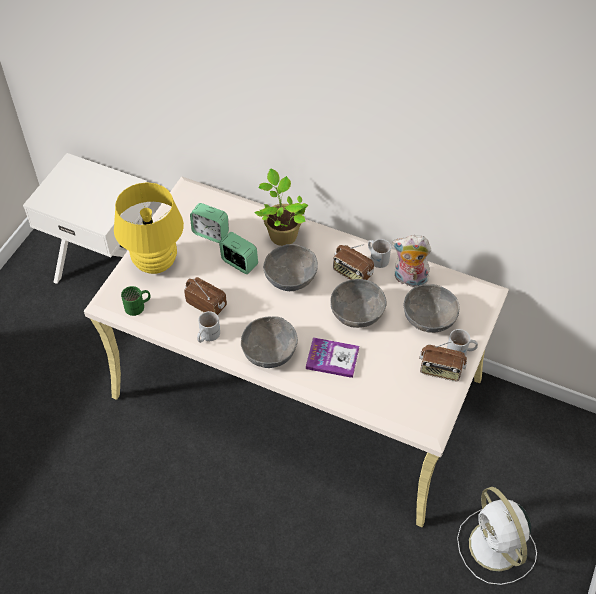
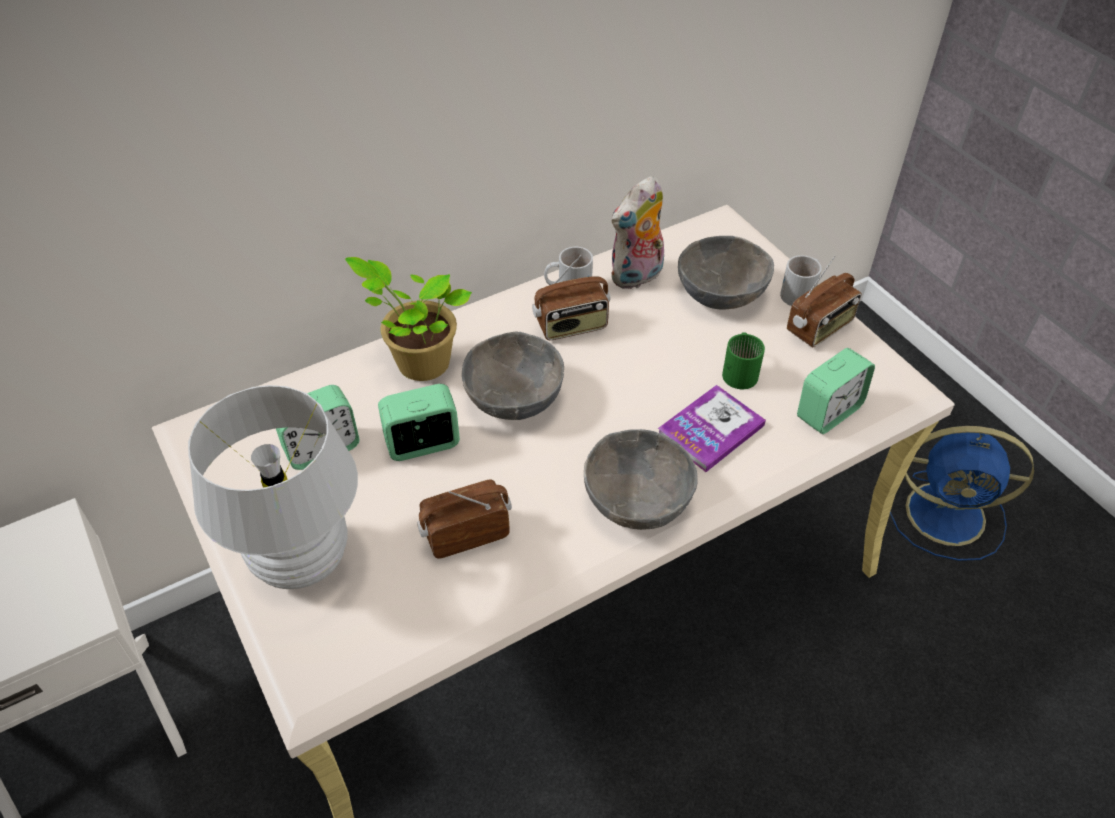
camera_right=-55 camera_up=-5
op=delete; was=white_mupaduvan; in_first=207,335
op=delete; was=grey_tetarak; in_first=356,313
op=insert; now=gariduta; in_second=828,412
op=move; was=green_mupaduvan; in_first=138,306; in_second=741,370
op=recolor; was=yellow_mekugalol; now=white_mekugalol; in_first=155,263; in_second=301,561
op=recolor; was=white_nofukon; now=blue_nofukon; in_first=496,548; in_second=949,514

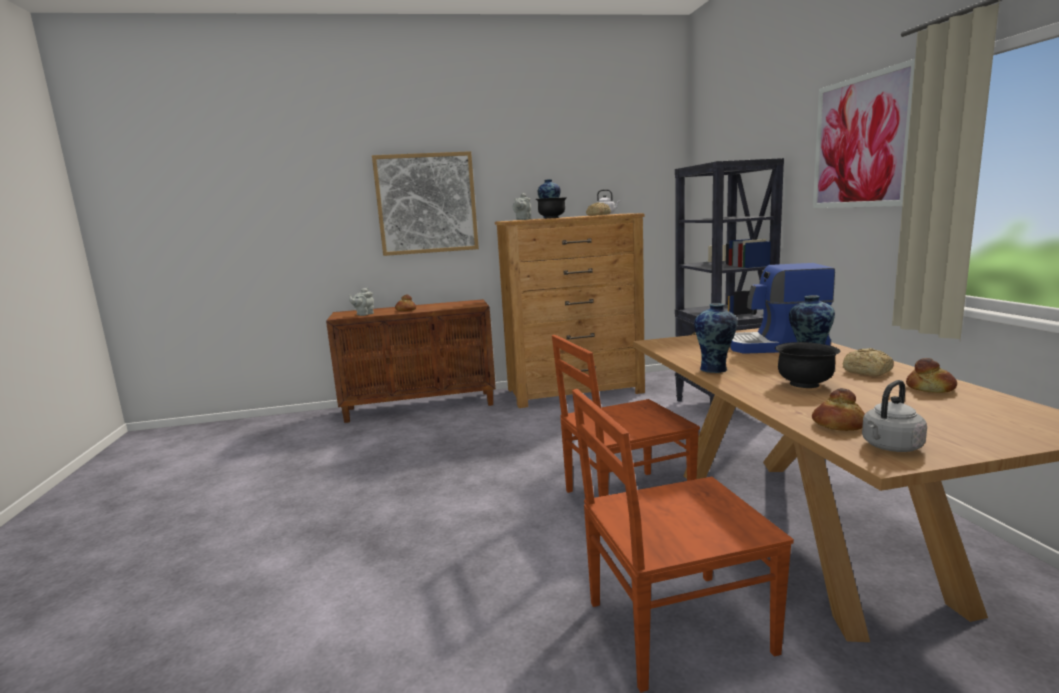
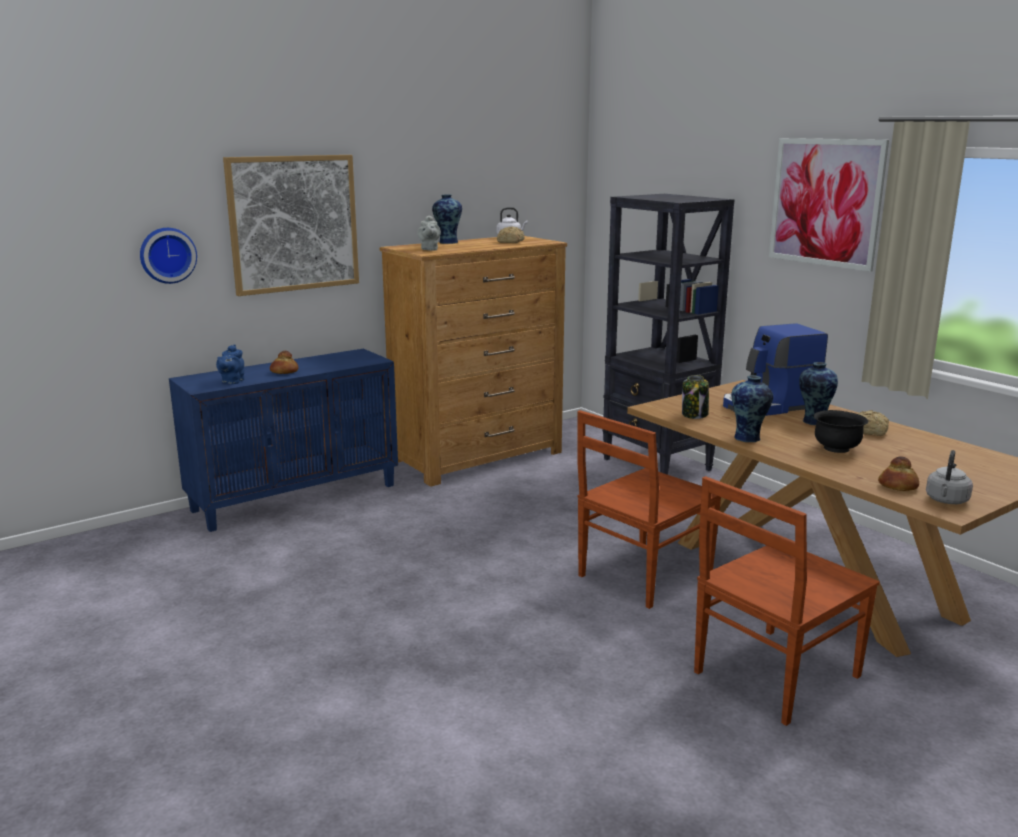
camera_right=-25 camera_up=5
op=delete; was=black_tetarak; in_first=552,218
op=delete; was=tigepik; in_first=930,389
op=insert; now=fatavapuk; in_second=167,255
op=insert; now=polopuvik; in_second=695,415
op=recolor; was=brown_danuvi; now=blue_danuvi; in_first=421,406; in_second=296,497
op=recolor; was=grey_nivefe; now=blue_nivefe; in_first=364,314; in_second=232,381

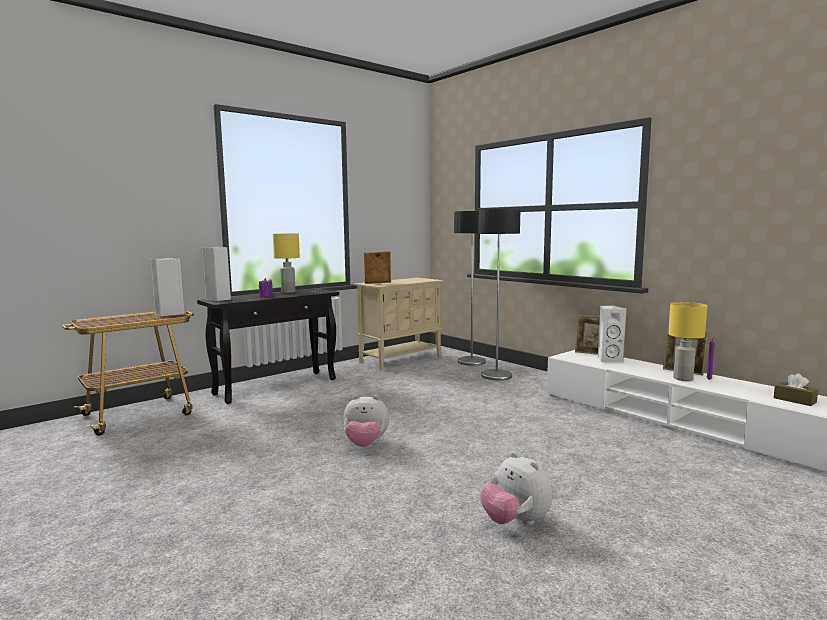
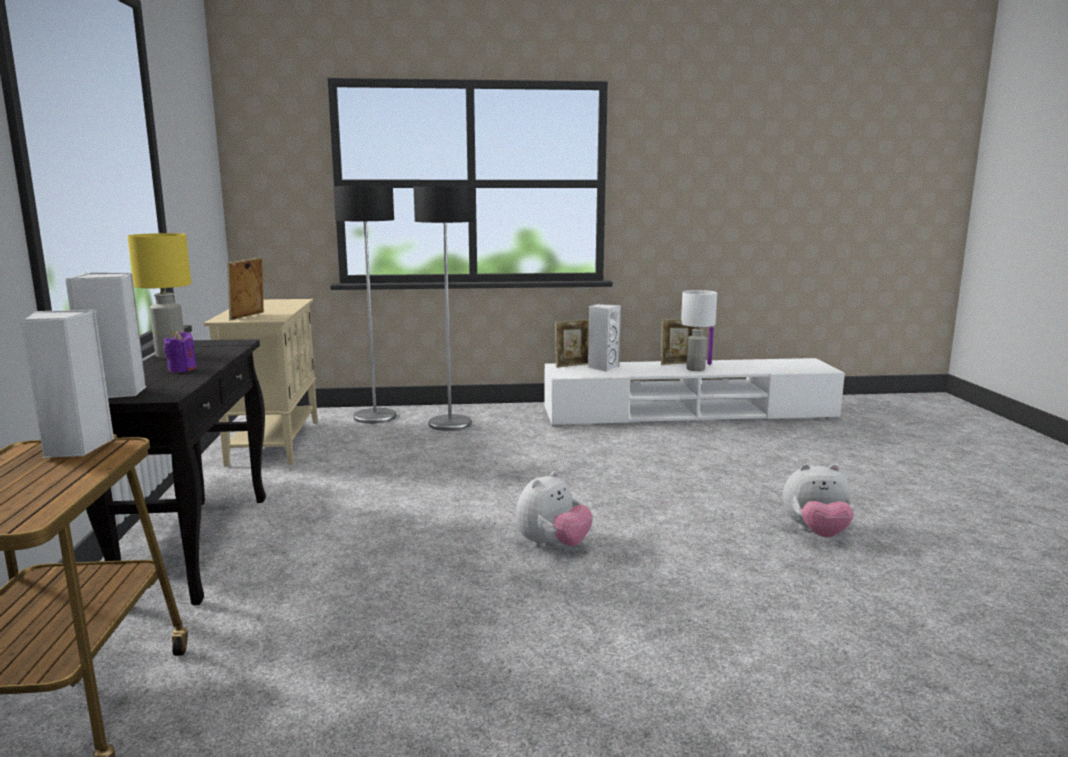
camera_right=-55 camera_up=5
op=delete; was=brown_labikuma; in_first=794,400
op=recolor; was=yellow_mekugalol; now=white_mekugalol; in_first=683,379; in_second=696,369

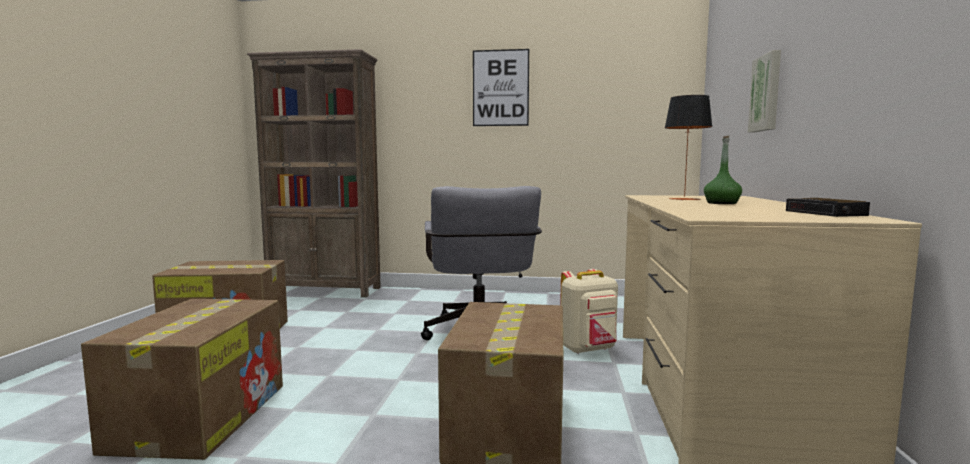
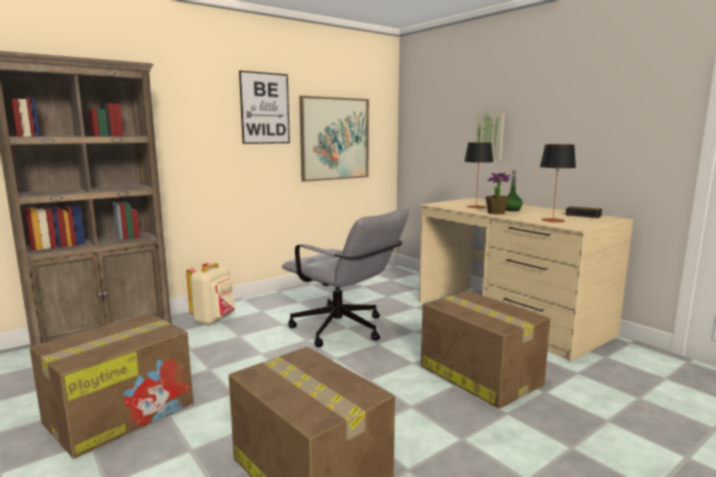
camera_right=-45 camera_up=5
op=insert; now=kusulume; in_second=335,139
op=insert; now=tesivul; in_second=496,213
op=insert; now=mekugalol; in_second=552,220
op=move; was=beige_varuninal; in_first=588,349; in_second=214,320

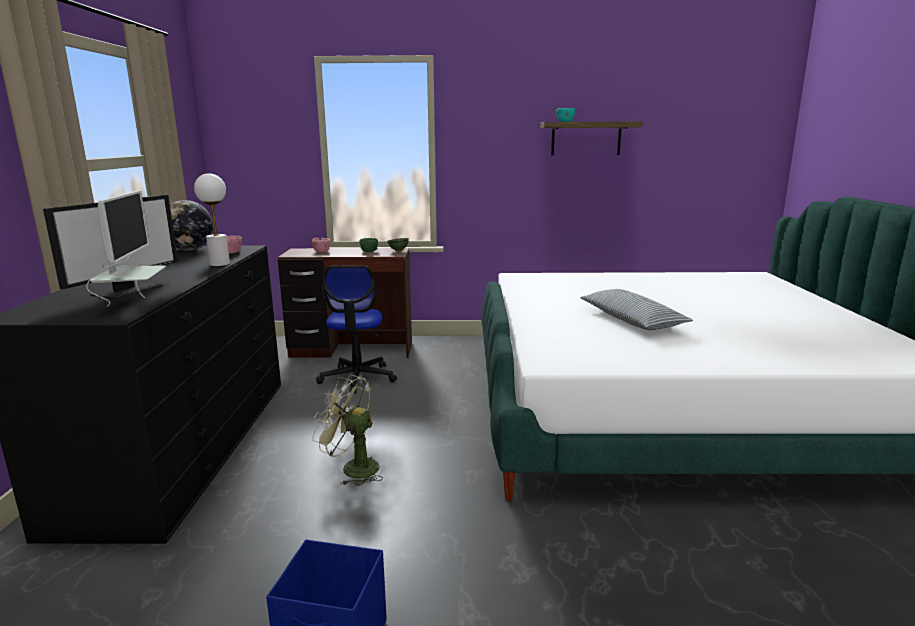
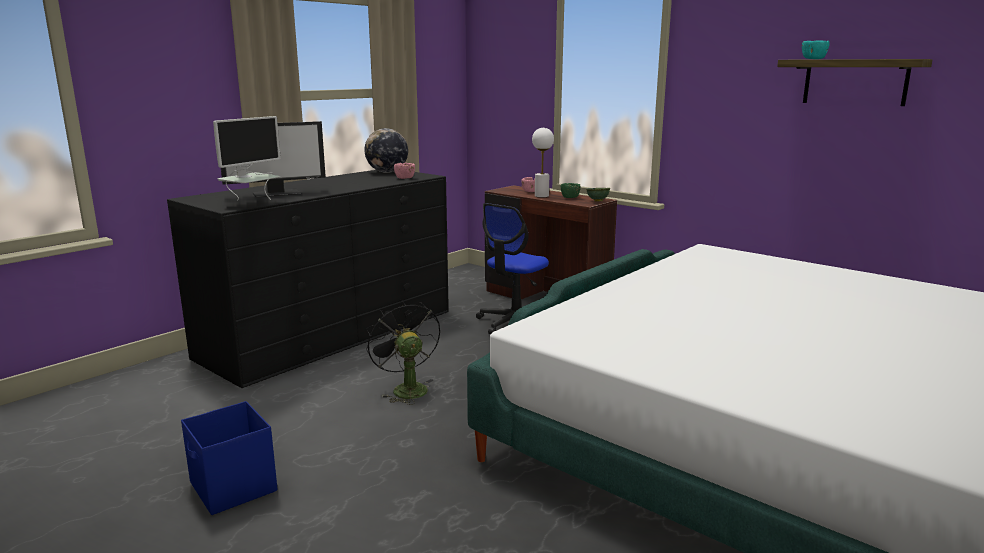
camera_right=40 camera_up=0
op=delete; was=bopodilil; in_first=631,320
op=move; was=white_mekugalol; in_first=219,264; in_second=541,196
op=recolor; was=green_nofukon; now=black_nofukon; in_first=352,468; in_second=405,389

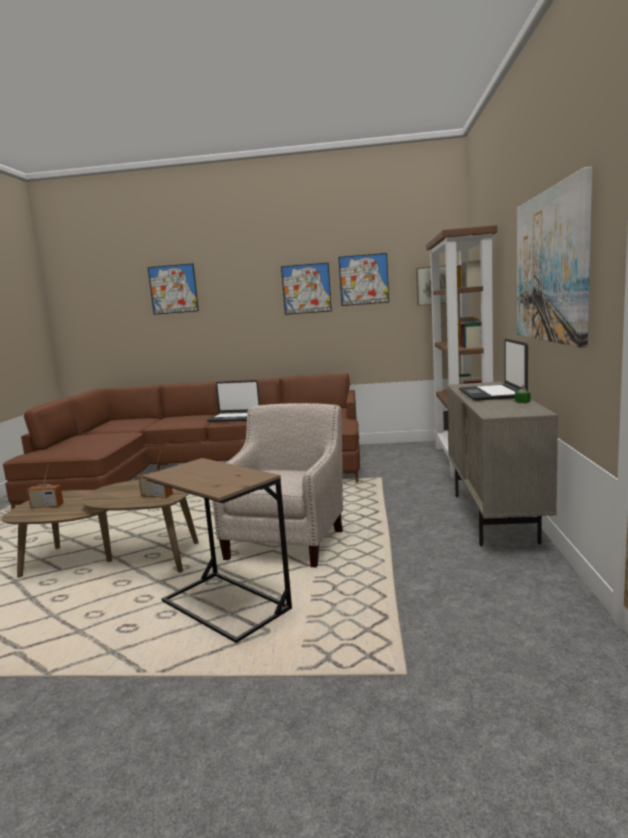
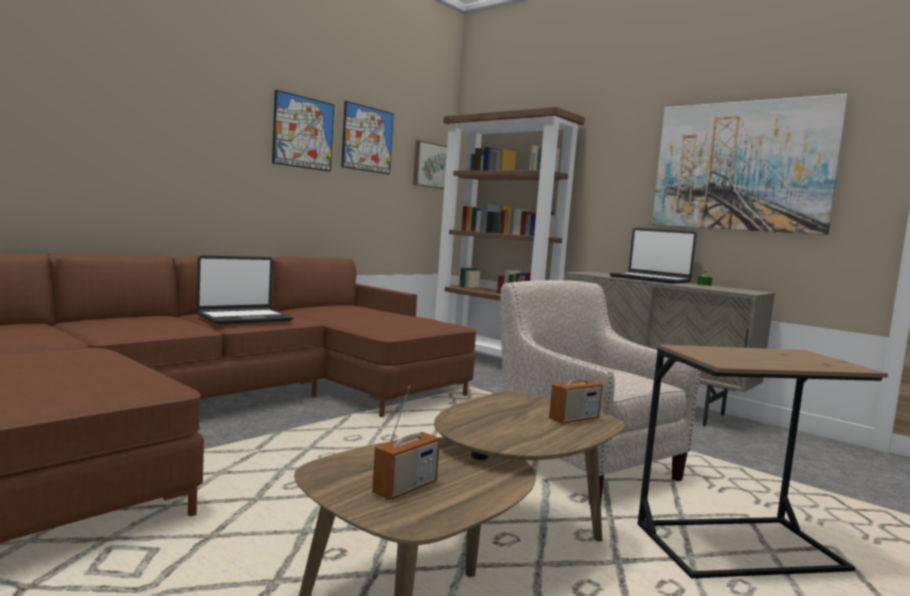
camera_right=-55 camera_up=-5
op=delete; was=kusulume; in_first=173,289

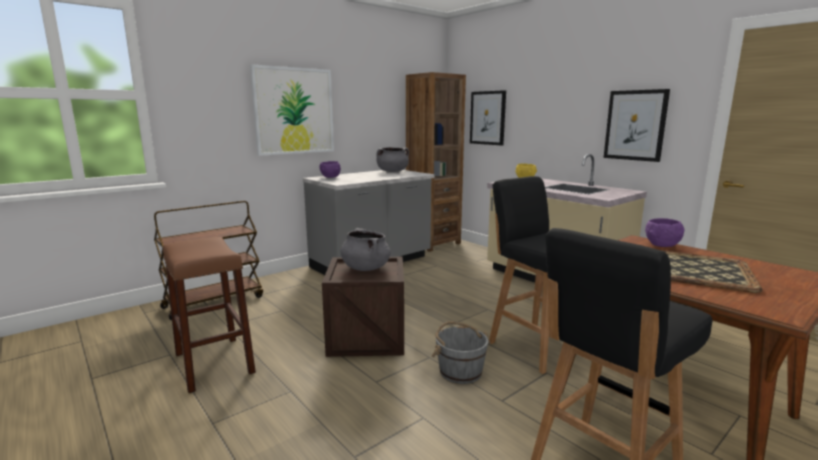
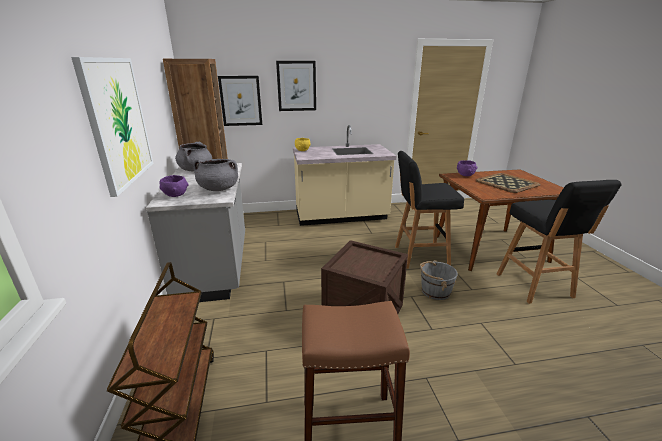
camera_right=-60 camera_up=10
op=move; was=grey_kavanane; in_first=365,268; in_second=218,189
op=move; was=kusulume; in_first=635,125; in_second=296,86

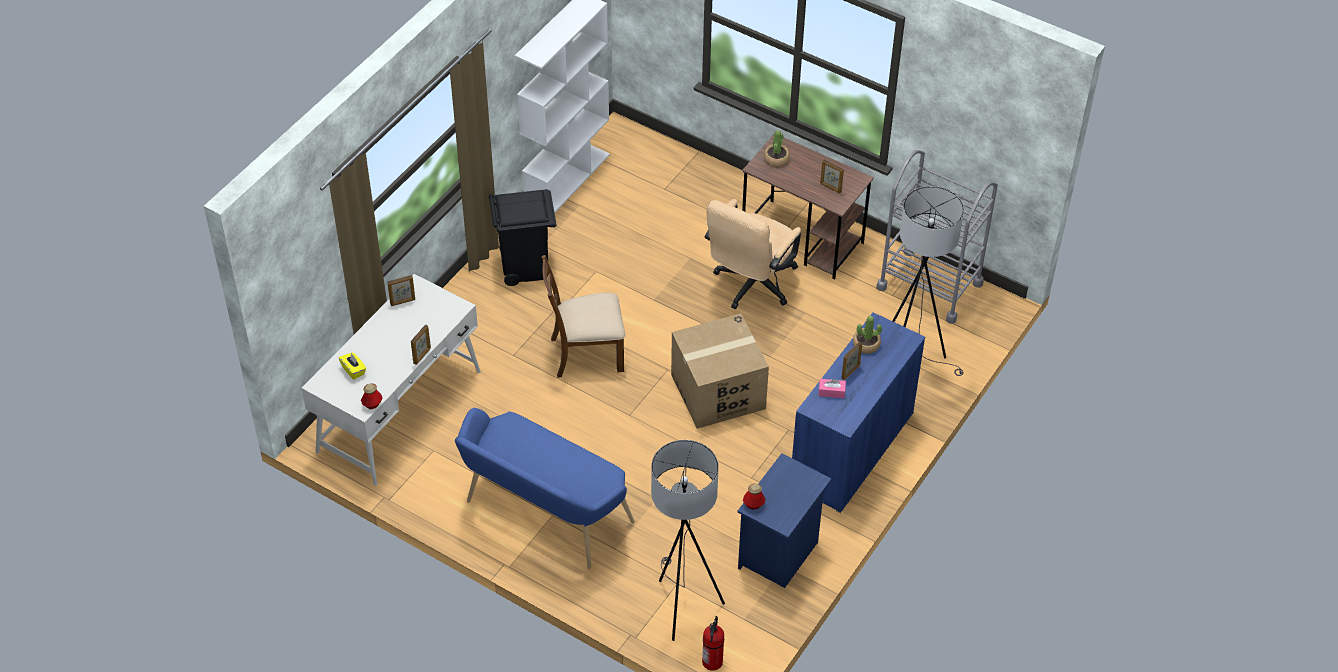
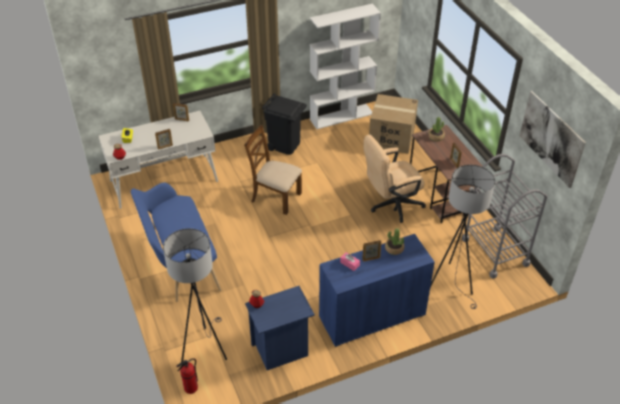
camera_right=35 camera_up=-5
op=insert; now=kusulume; in_second=551,138
op=move; was=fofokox; in_first=718,392; in_second=391,137

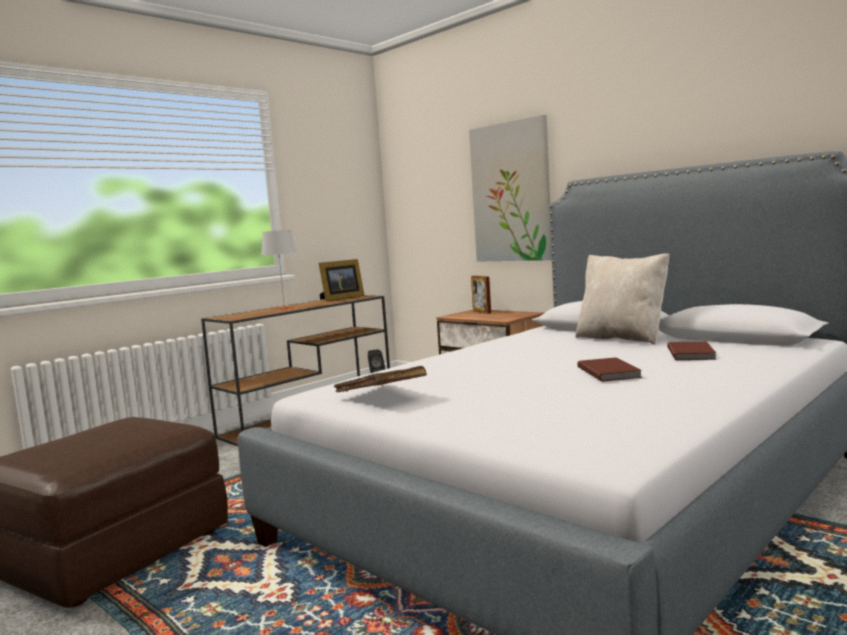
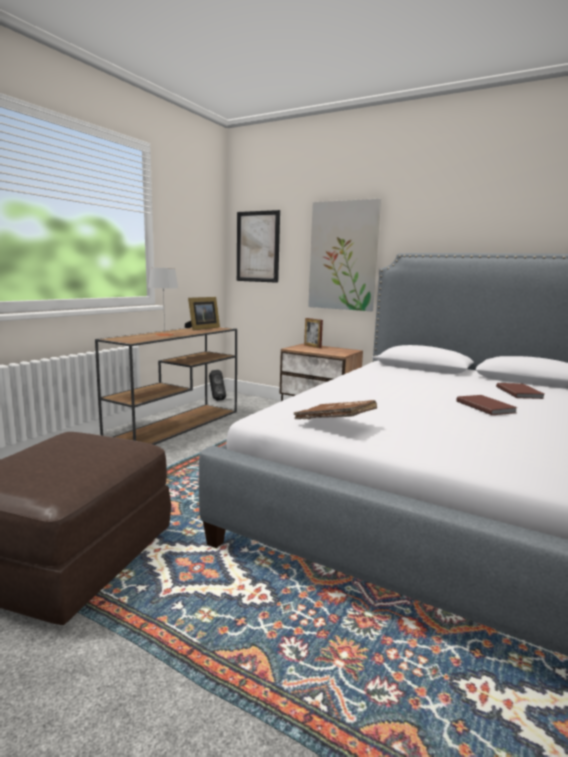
camera_right=-15 camera_up=5
op=delete; was=beige_bopodilil; in_first=622,338
op=insert; now=kusulume; in_second=257,247

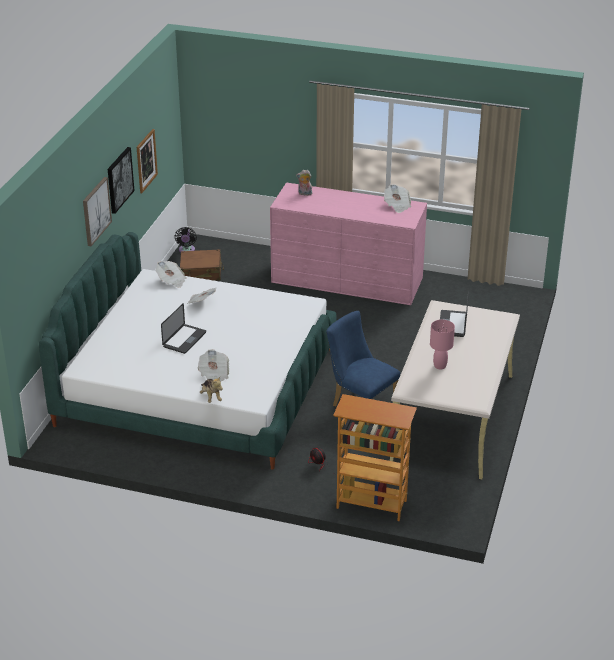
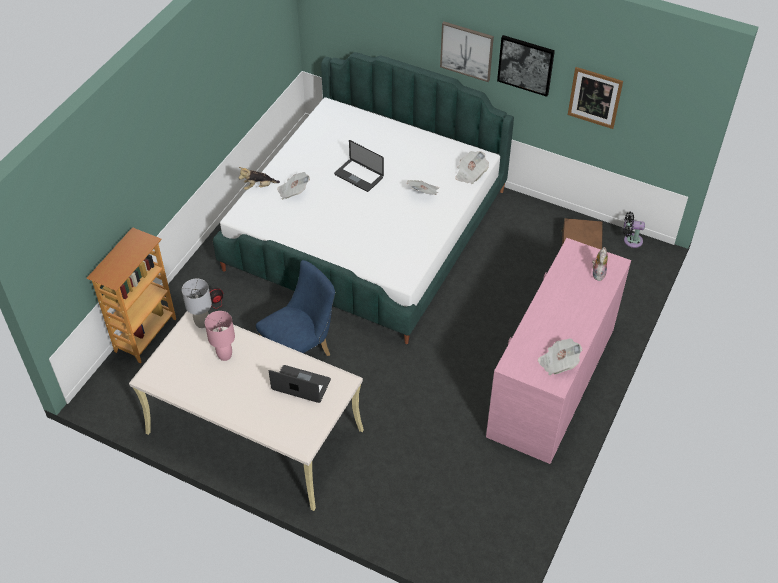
camera_right=100 camera_up=15
op=insert; now=grey_mekugalol; in_second=202,323

